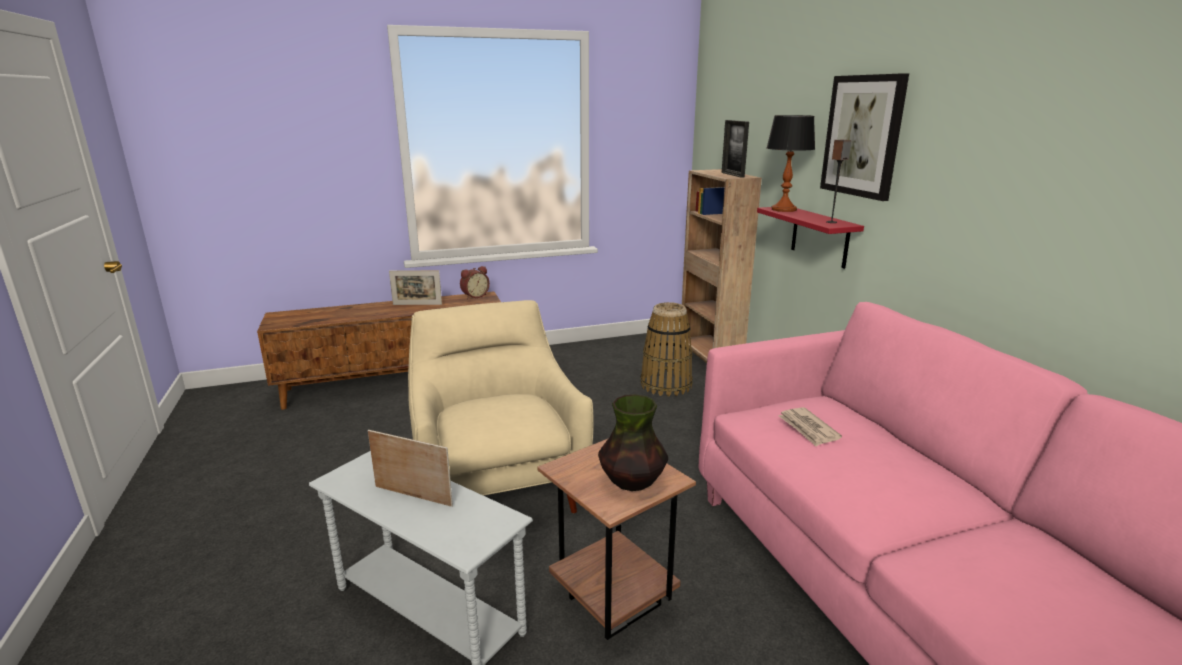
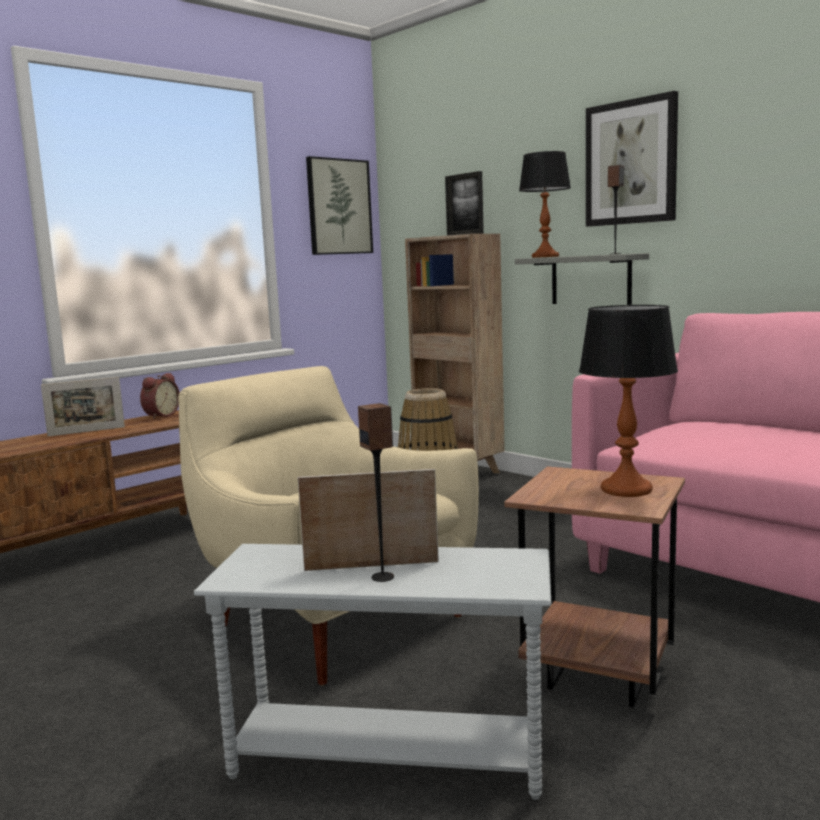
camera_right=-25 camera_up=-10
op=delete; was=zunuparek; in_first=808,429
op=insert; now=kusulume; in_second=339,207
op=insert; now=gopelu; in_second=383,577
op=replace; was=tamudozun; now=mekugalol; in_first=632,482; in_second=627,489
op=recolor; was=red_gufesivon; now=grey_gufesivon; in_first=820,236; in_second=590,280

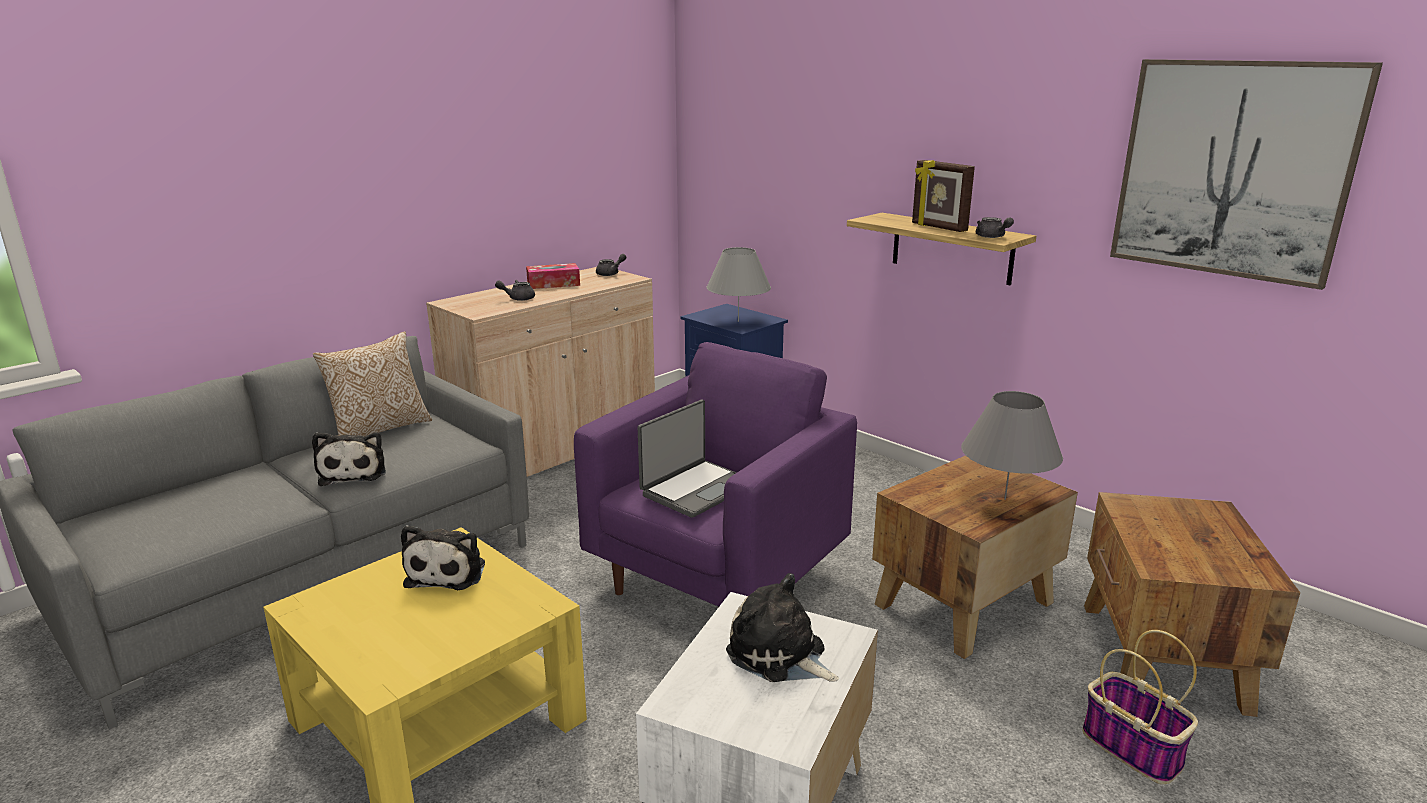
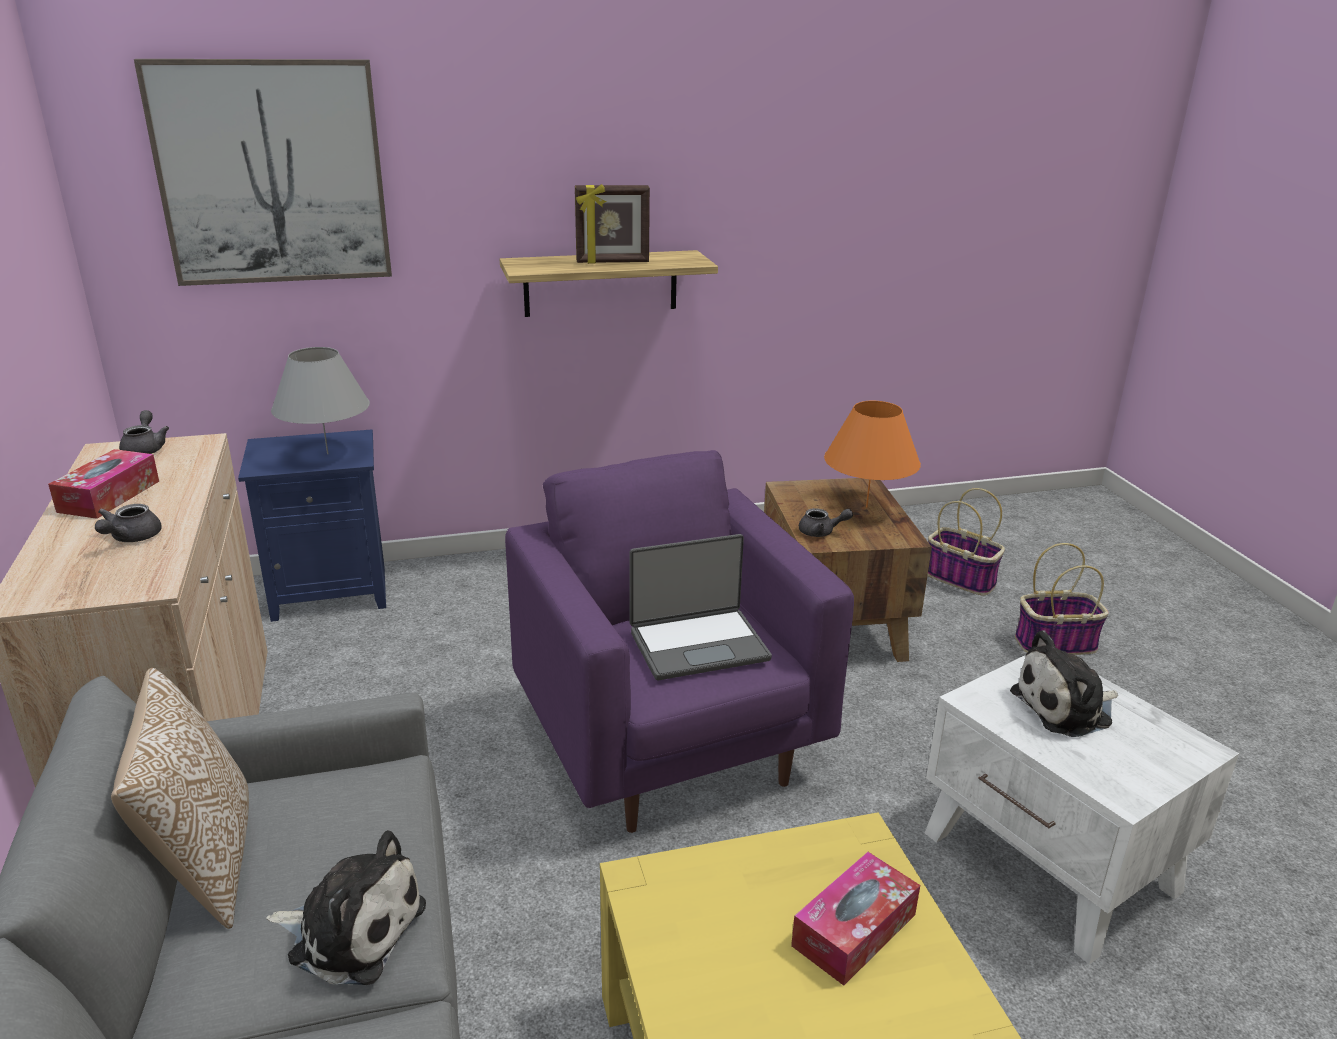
camera_right=-60 camera_up=5
op=delete; was=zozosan; in_first=448,572
op=insert; now=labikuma; in_second=854,930
op=move; was=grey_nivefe; in_first=992,237; in_second=821,532
op=move; was=kusulume; in_first=1232,170; in_second=272,173
op=replace; was=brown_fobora; now=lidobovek; in_first=1162,657; in_second=961,579
op=recolor; was=grey_mekugalol; now=orange_mekugalol; in_first=1004,499; in_second=866,507
op=rotate; was=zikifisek; in_first=696,489; in_second=698,644; clockwise=90

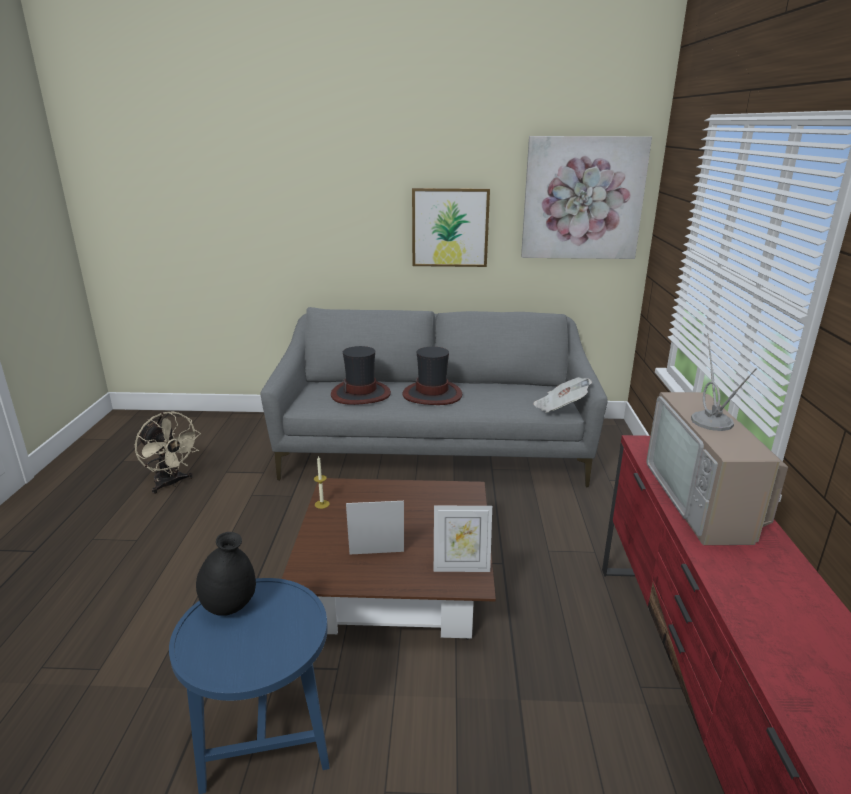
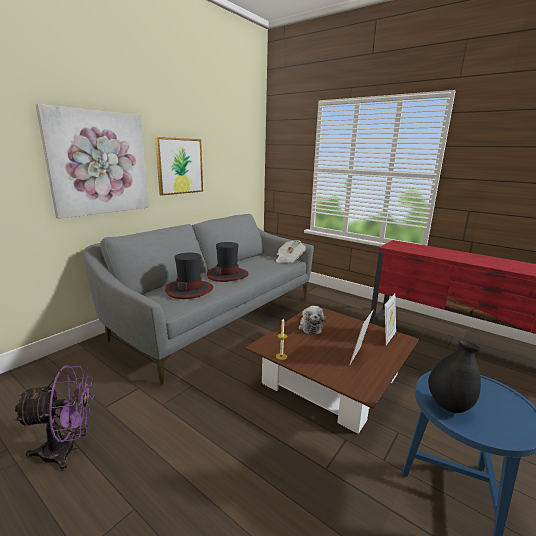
camera_right=-55 camera_up=-5
op=delete; was=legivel; in_first=706,501
op=insert; now=zozosan; in_second=310,327
op=move; was=kusulume; in_first=583,199; in_second=99,163
op=recolor; was=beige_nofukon; now=purple_nofukon; in_first=171,484; in_second=67,450

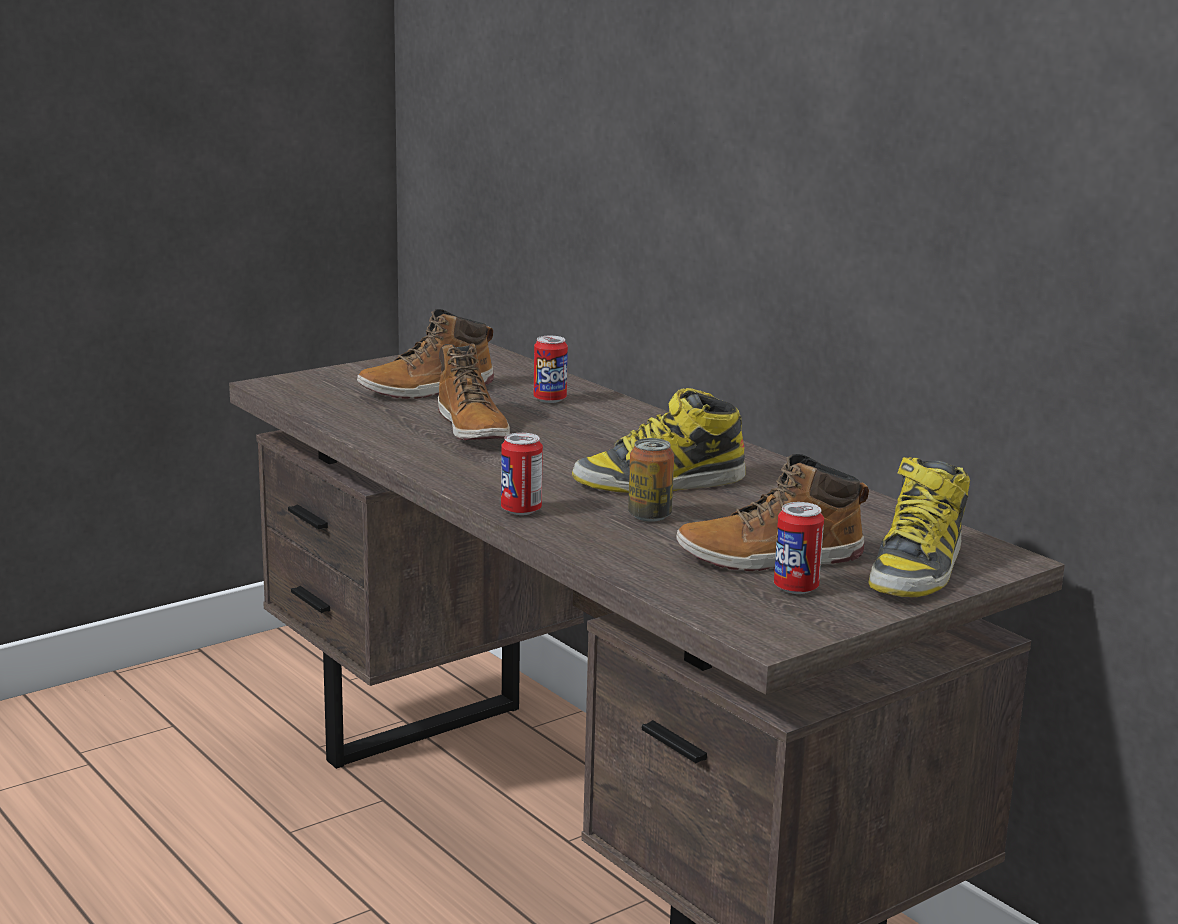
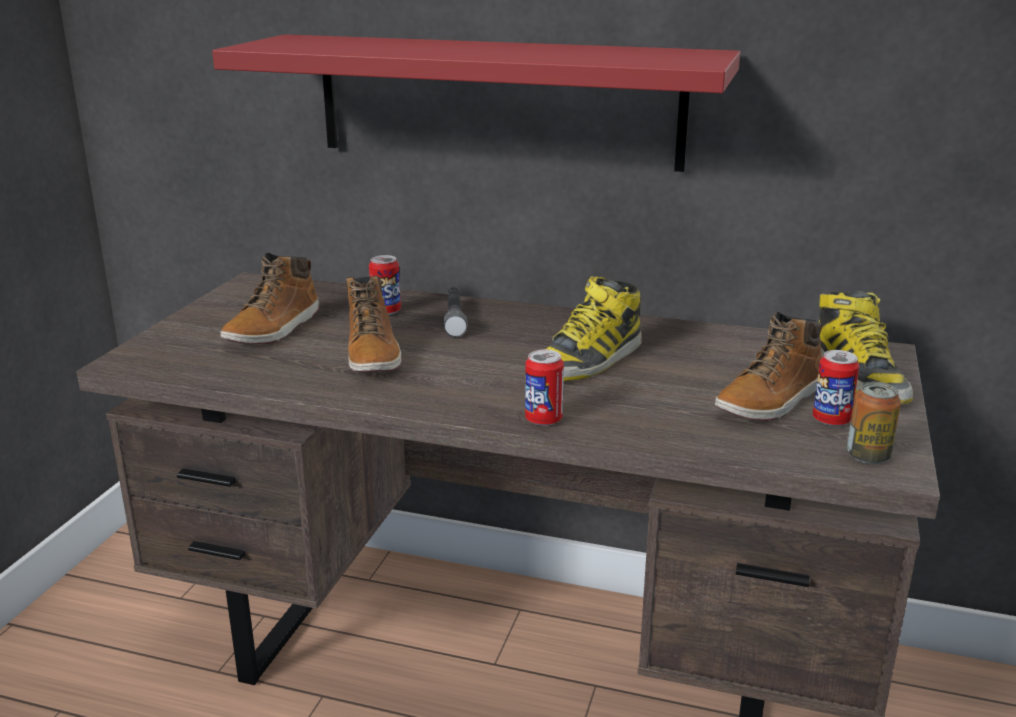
camera_right=-35 camera_up=5
op=insert; now=red_gufesivon; in_second=497,101
op=insert; now=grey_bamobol; in_second=454,320
op=move; was=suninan; in_first=649,516; in_second=868,456
op=rotate; was=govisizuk; in_first=473,428; in_second=373,354; clockwise=45

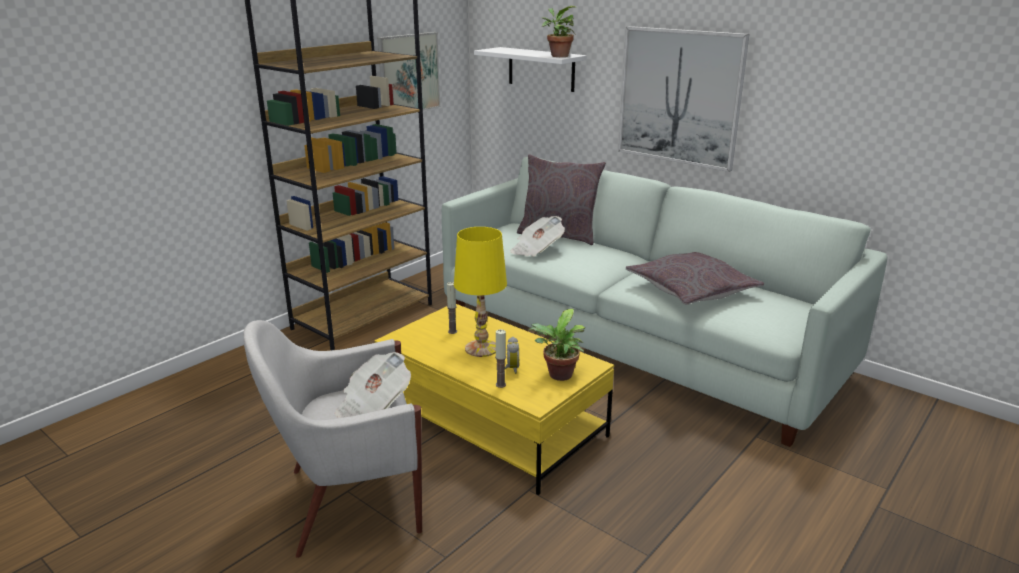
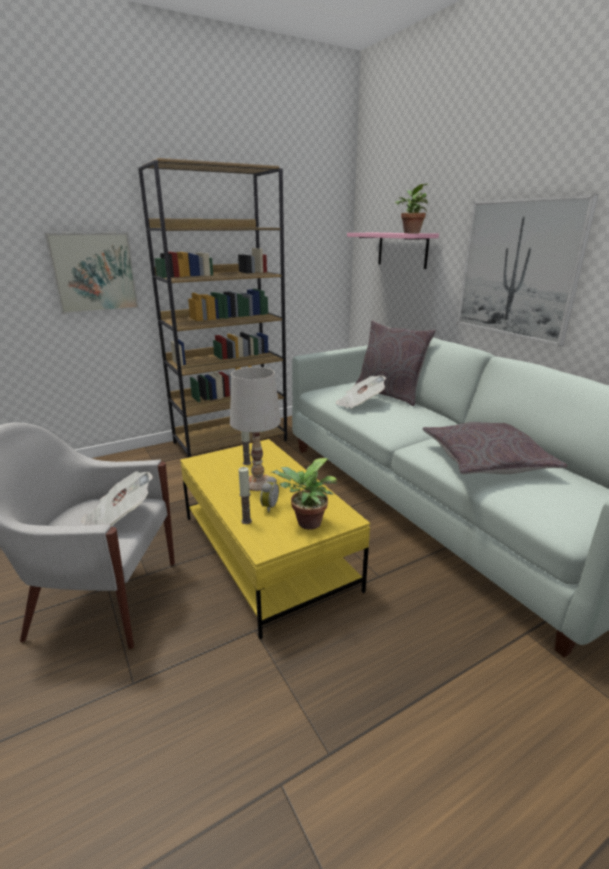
camera_right=20 camera_up=0
op=move; was=kusulume; in_first=409,73; in_second=94,273
op=recolor; was=yellow_mekugalol; now=white_mekugalol; in_first=481,348; in_second=258,483
op=recolor; was=white_gufesivon; now=pink_gufesivon; in_first=541,69; in_second=402,250

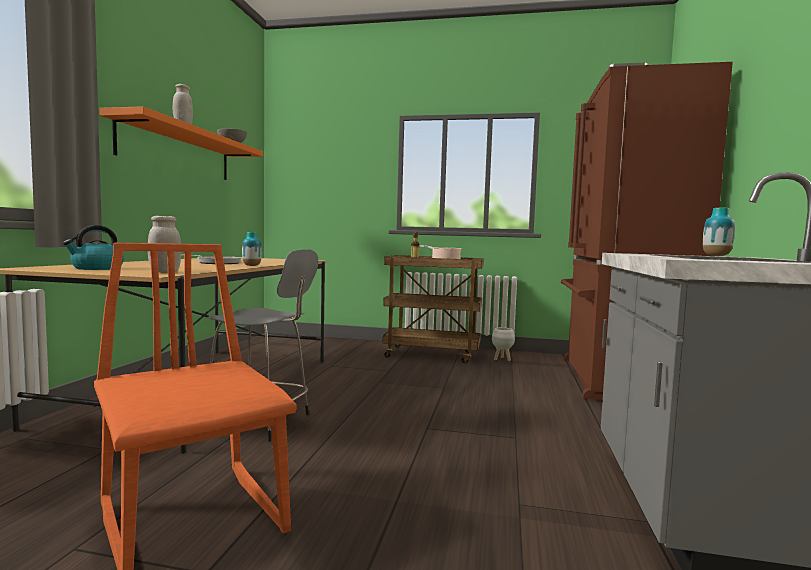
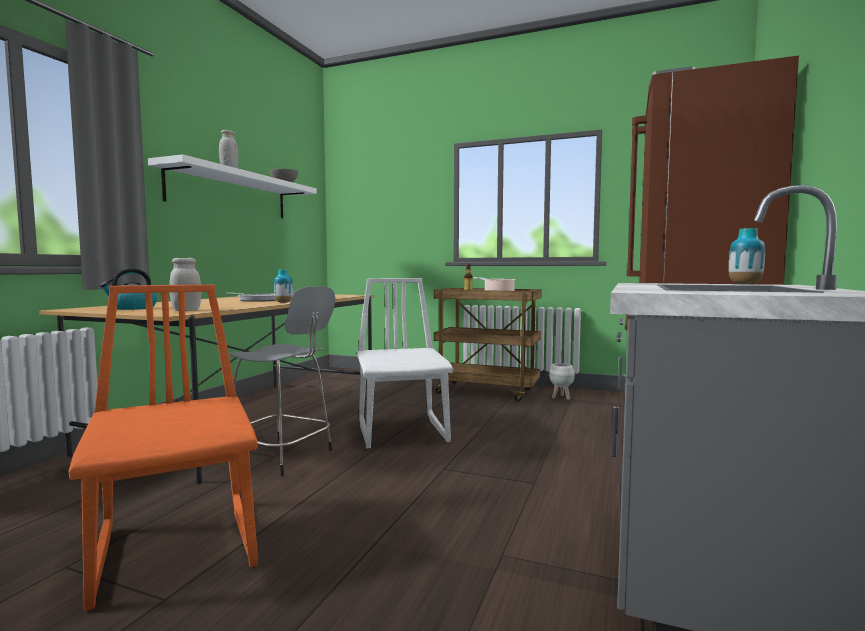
camera_right=10 camera_up=0
op=insert; now=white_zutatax; in_second=403,431
op=recolor; was=orange_gufesivon; now=white_gufesivon; in_first=178,151; in_second=230,194

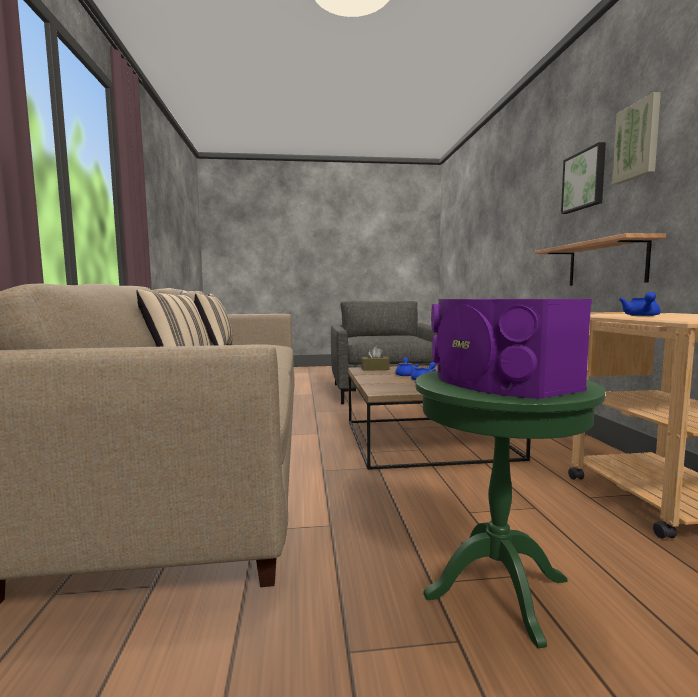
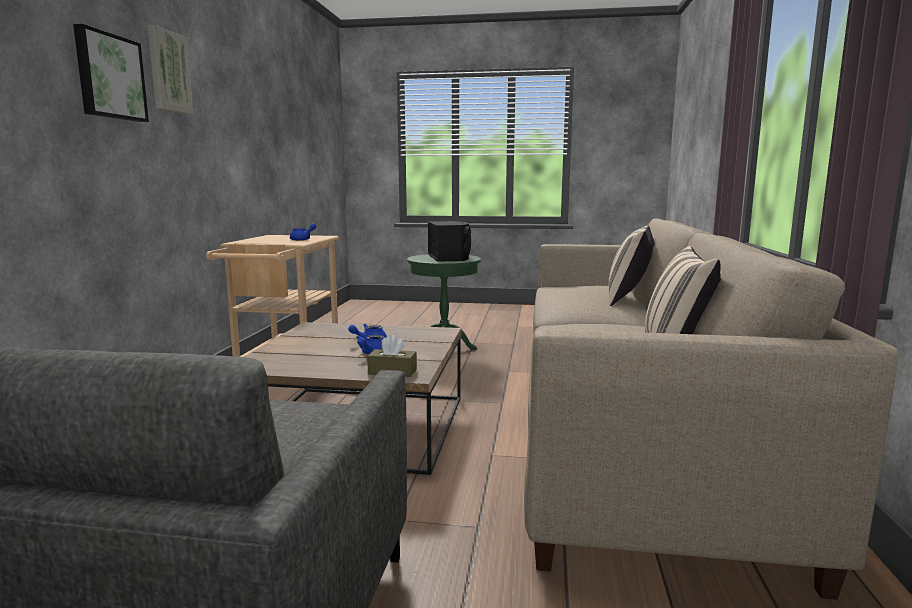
camera_right=-165 camera_up=5
op=delete; was=gufesivon; in_first=606,264
op=recolor; was=purple_gopelu; now=black_gopelu; in_first=495,382; in_second=449,257

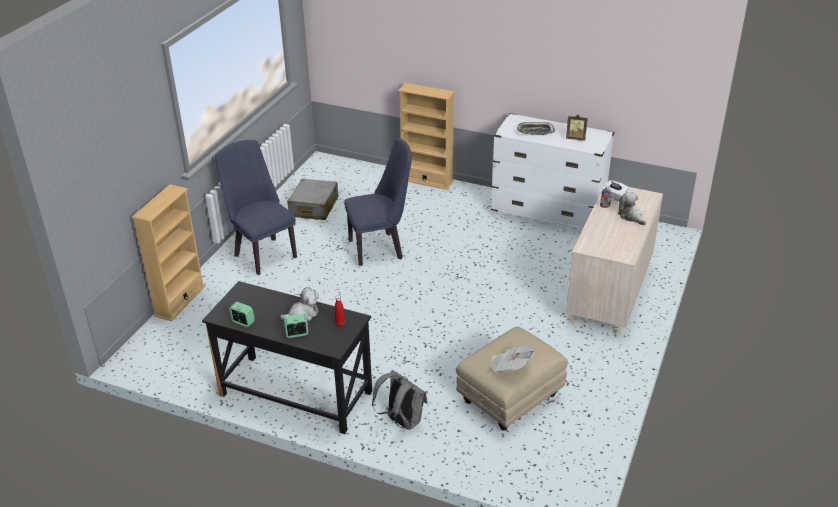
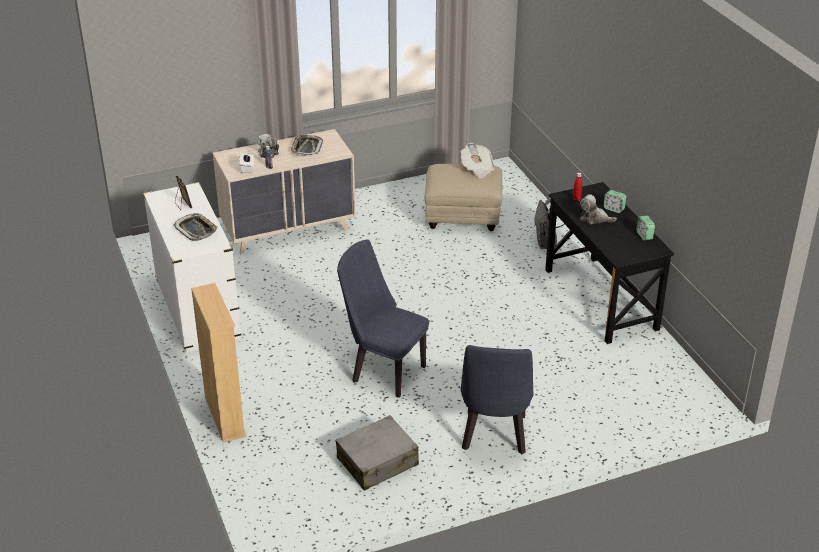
camera_right=-135 camera_up=0
op=delete; was=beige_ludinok; in_first=180,301
op=insert; now=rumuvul; in_second=306,148

